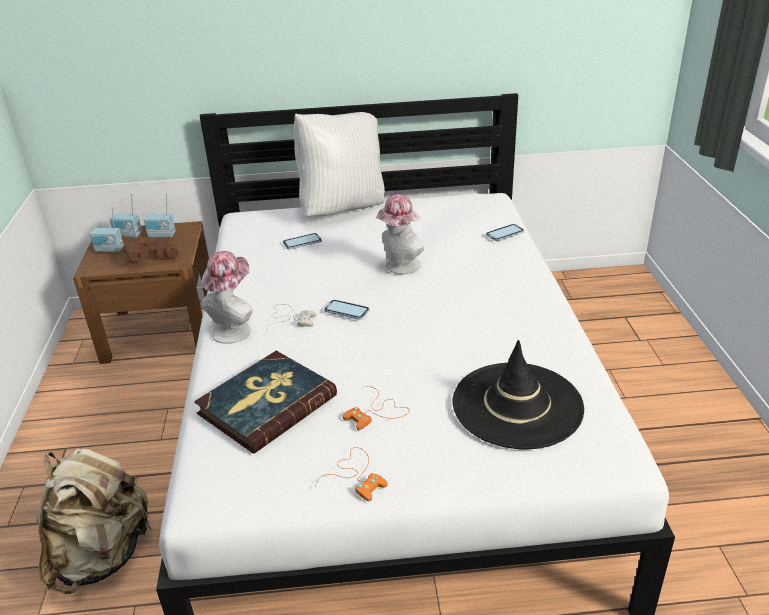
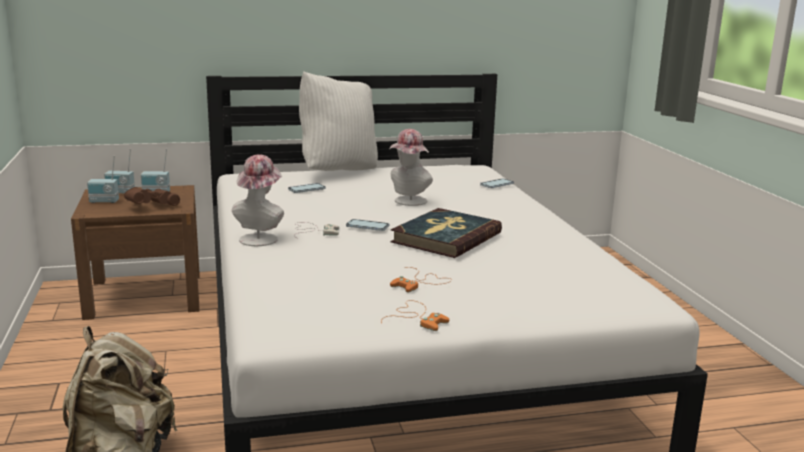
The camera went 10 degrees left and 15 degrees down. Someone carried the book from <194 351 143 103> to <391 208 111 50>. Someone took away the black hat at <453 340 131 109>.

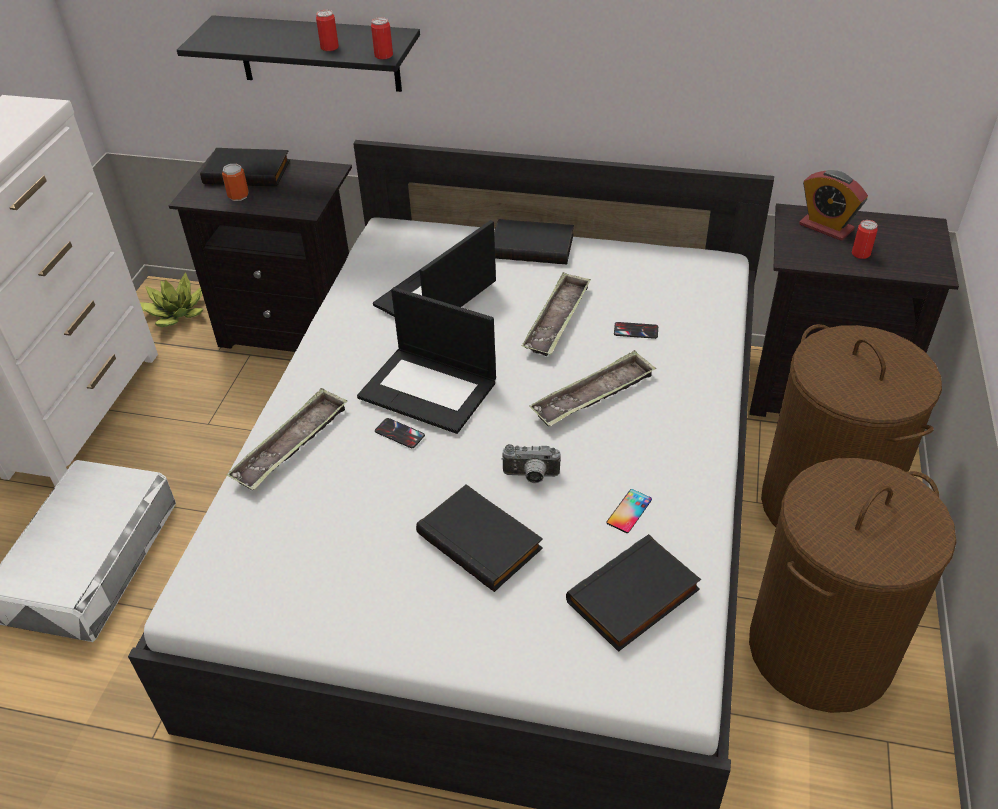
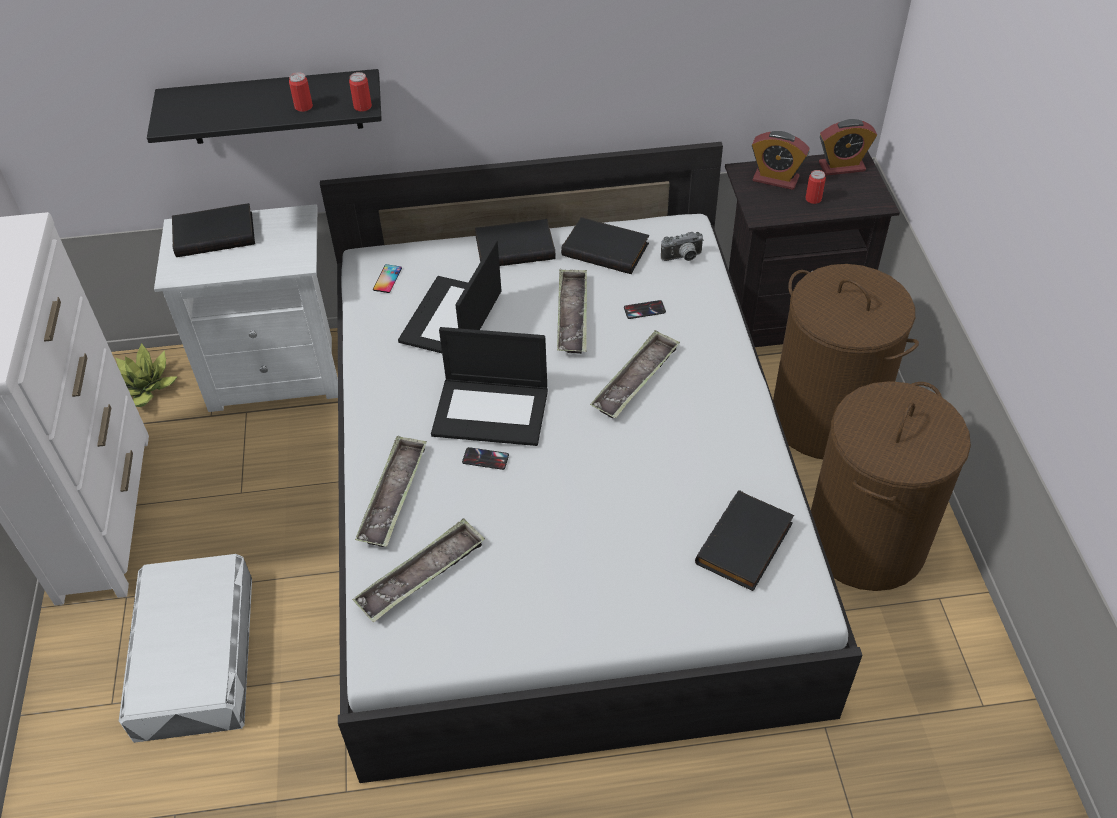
The camera went 20 degrees left and 5 degrees up. Someone repainted the black nightstand at <169 153 183 199>, which became the white nightstand at <154 204 184 208>. Someone took away the can at <222 164 27 37>. Someone carried the black book from <416 484 127 108> to <561 217 88 57>. Someone carried the photo camera from <501 444 60 39> to <661 232 43 29>. Someone carried the phone from <606 489 46 44> to <373 264 29 29>. Someone put down the tray at <352 518 133 105>. Someone put down the alarm clock at <819 119 58 57>.

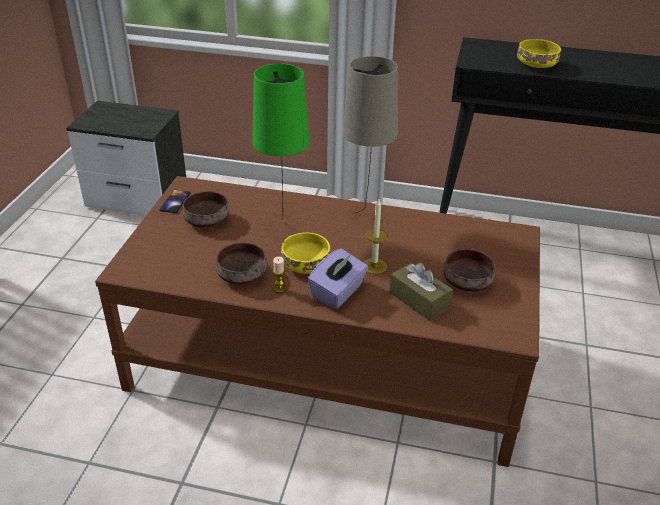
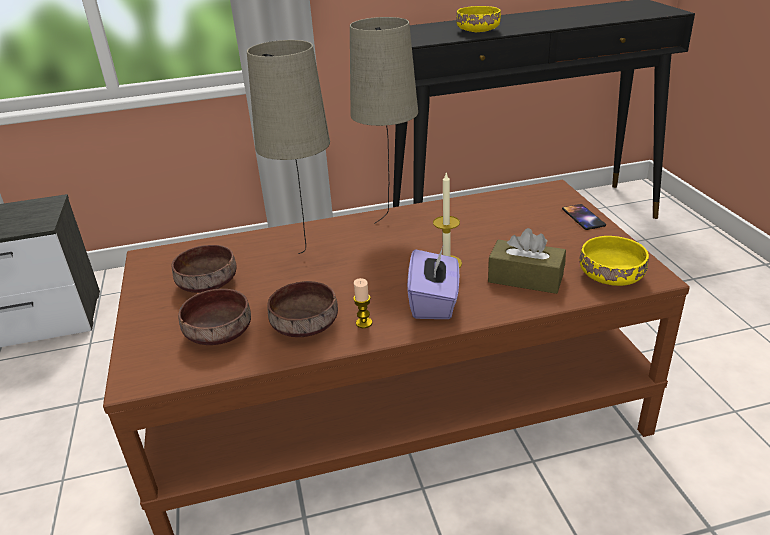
The camera went 25 degrees left and 5 degrees down. Someone carried the phone from <160 190 31 23> to <562 204 44 26>. Someone repainted the green table lamp at <252 64 57 156>, which became the beige table lamp at <247 40 83 214>. Someone carried the yellow bowl from <281 232 50 42> to <579 236 70 50>. Someone carried the brown bowl from <443 249 53 43> to <178 289 73 56>.

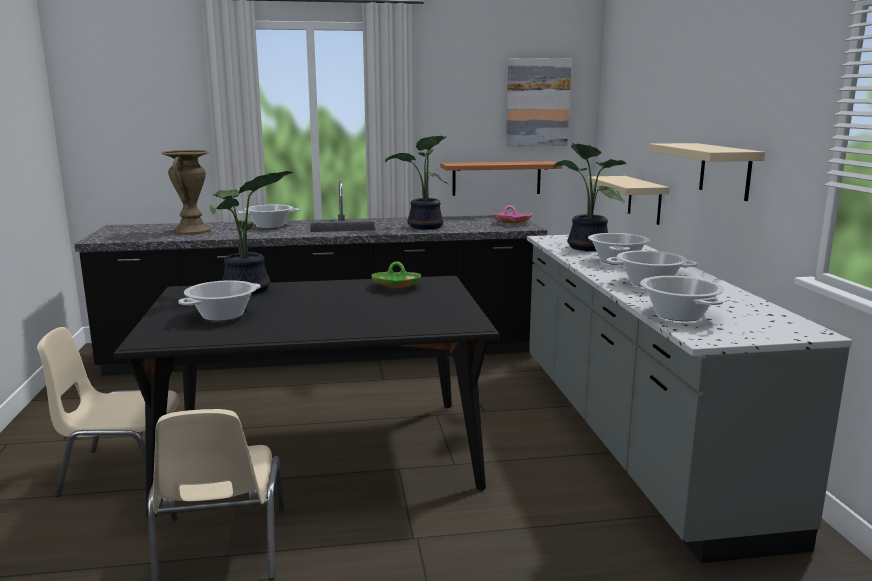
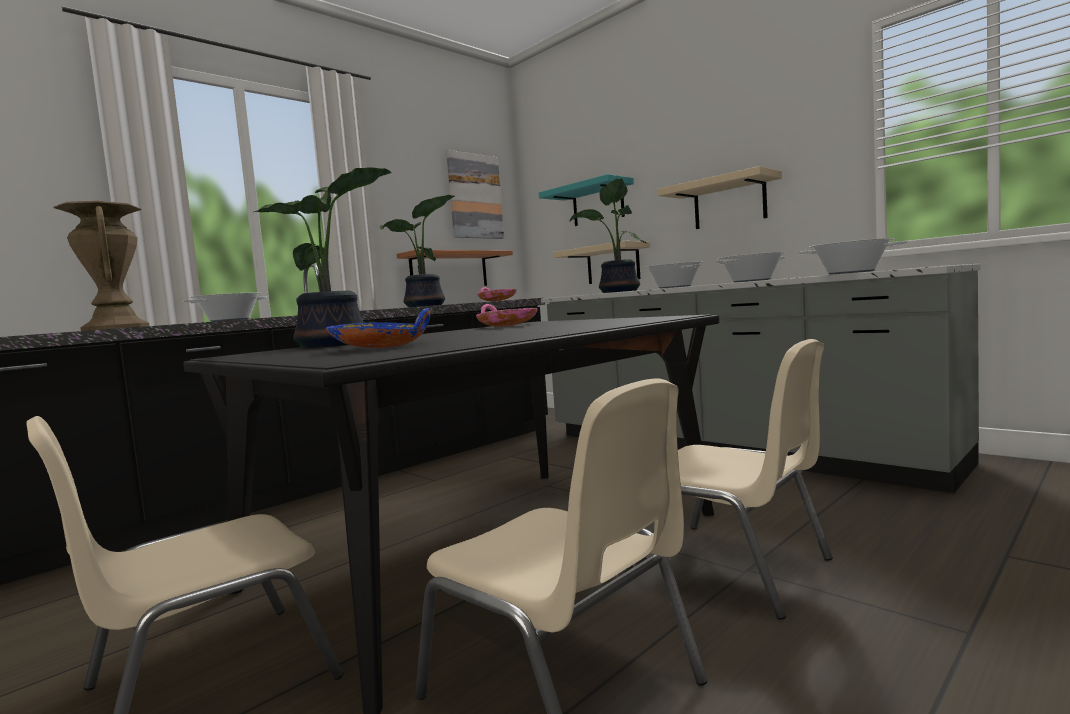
The camera went 35 degrees left and 10 degrees down. Someone swapped the cooking pot at <178 280 83 41> for the blue bowl at <326 308 104 40>. Someone repainted the green bowl at <371 261 50 27>, which became the pink bowl at <476 304 62 23>. Someone put up the turquoise shelf at <539 174 95 52>. Someone put down the beige chair at <623 339 210 281>.

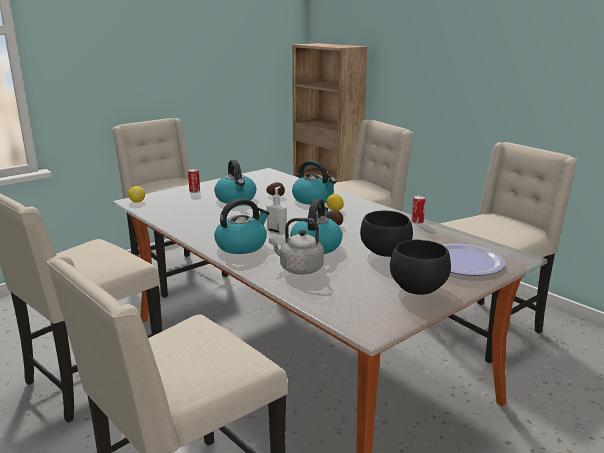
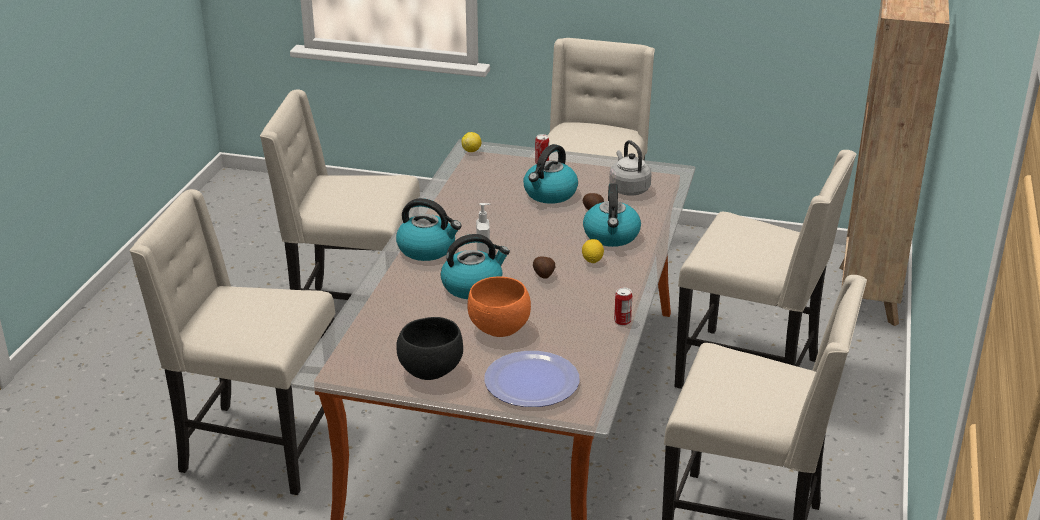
The camera went 55 degrees right and 10 degrees up. Someone carried the grey kettle from <269 218 55 57> to <609 140 43 56>. Someone repainted the black bowl at <360 211 53 46>, which became the orange bowl at <468 277 63 60>.

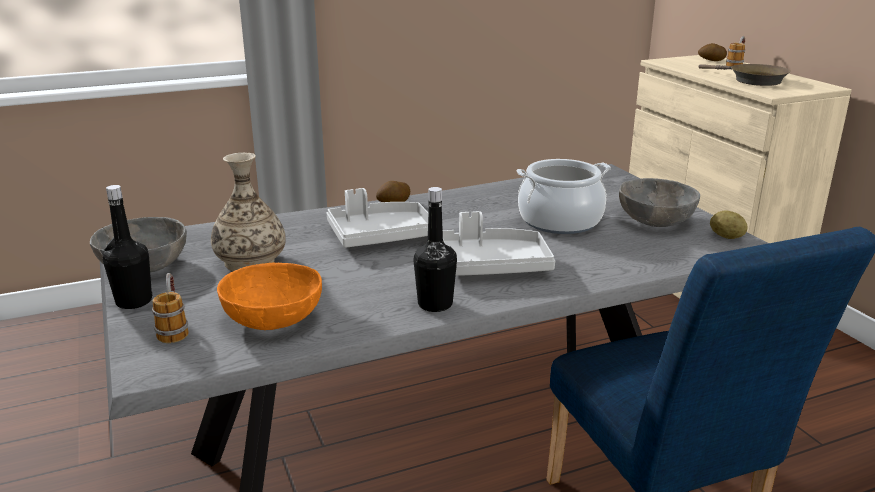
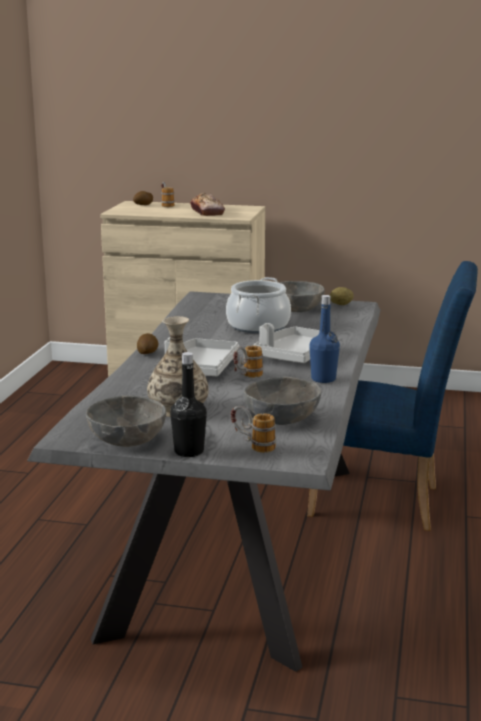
The camera went 55 degrees left and 5 degrees down. Someone repainted the orange bowl at <217 262 105 68>, which became the grey bowl at <244 377 77 48>. Someone repainted the black bottle at <414 187 43 125>, which became the blue bottle at <309 295 31 88>. Someone swapped the brown frying pan at <699 64 92 22> for the bread at <190 193 35 23>. Someone put down the mug at <233 346 30 32>.

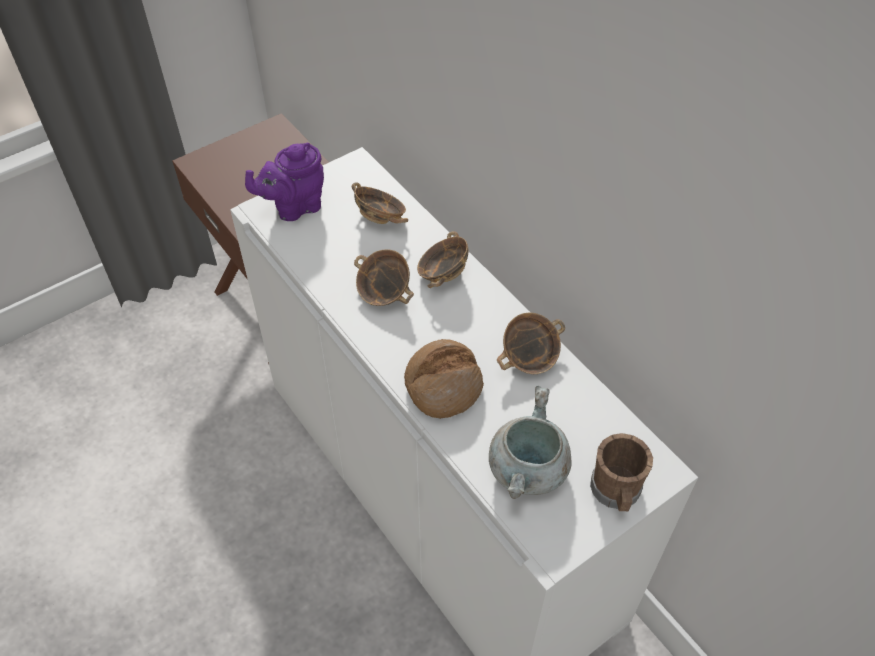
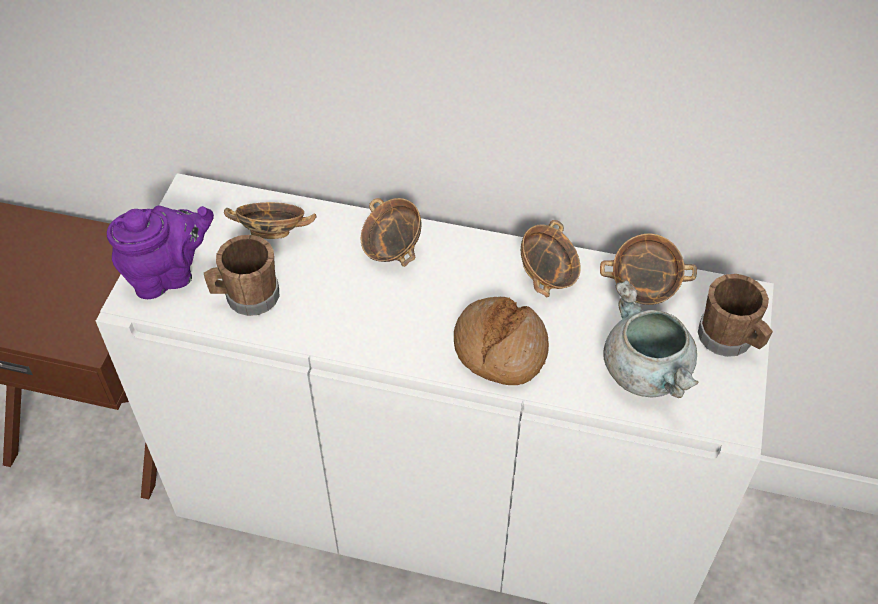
The camera went 40 degrees left and 0 degrees up. Someone rotated the purple teapot at <245 143 79 78> by 135 degrees counterclockwise. Someone carried the bowl from <354 249 60 57> to <600 234 97 71>. Someone put down the brown mug at <204 235 75 81>.

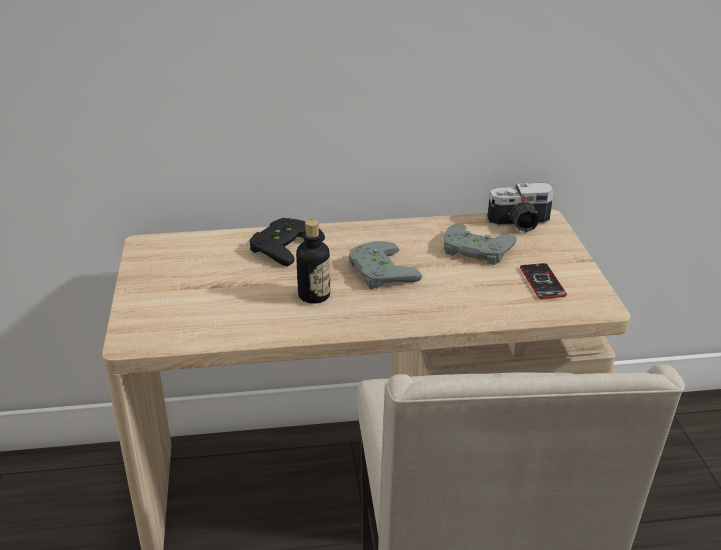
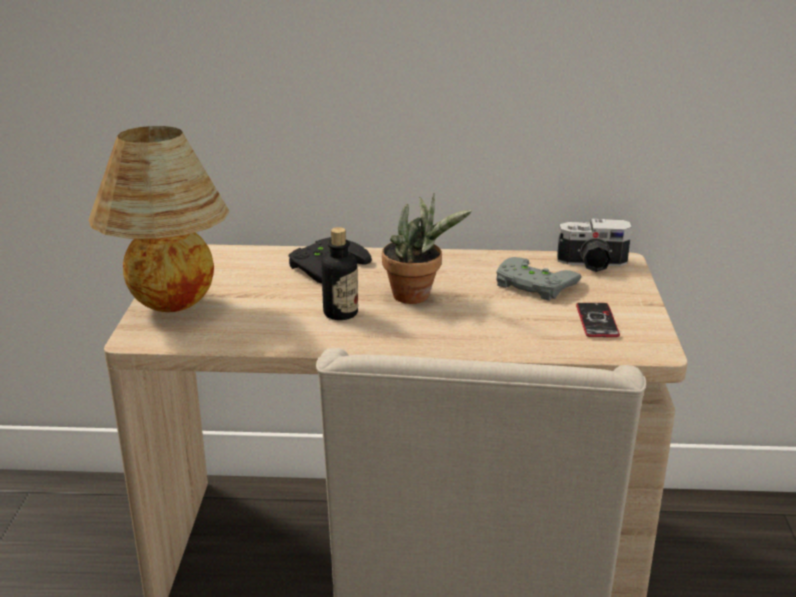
The camera went 10 degrees right and 5 degrees down. Someone swapped the grey game controller at <349 241 73 48> for the potted plant at <382 192 90 112>. Someone put down the table lamp at <89 126 141 186>.

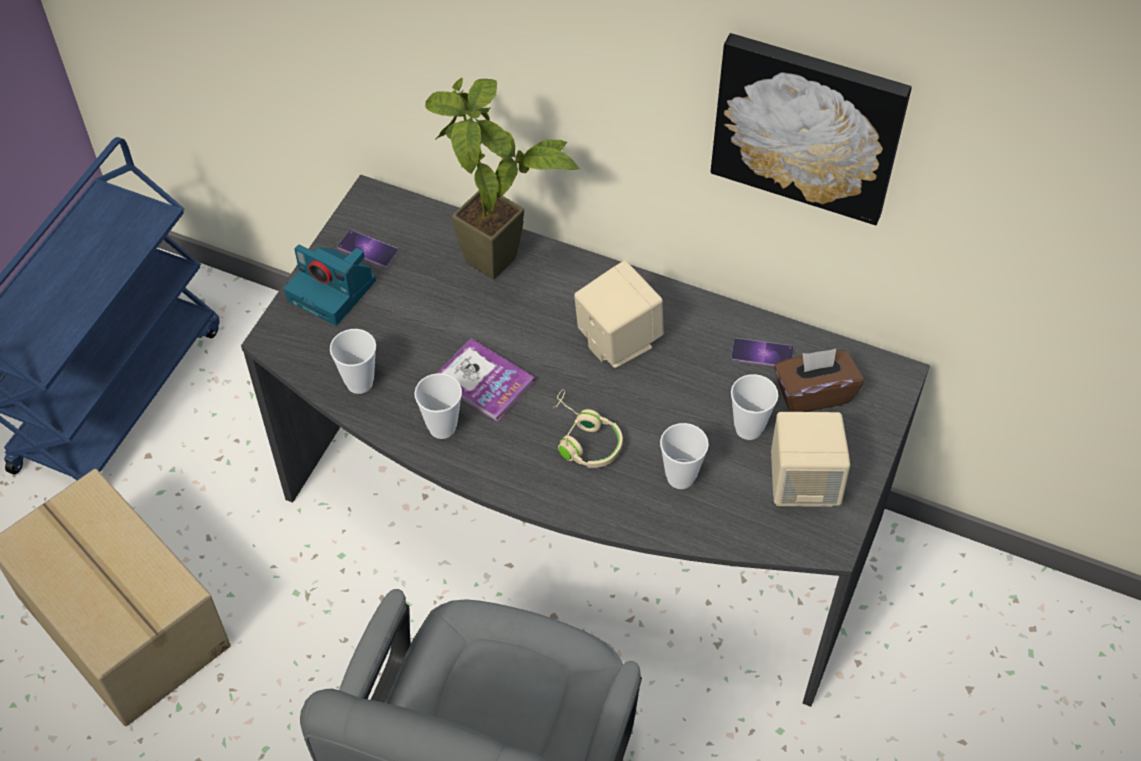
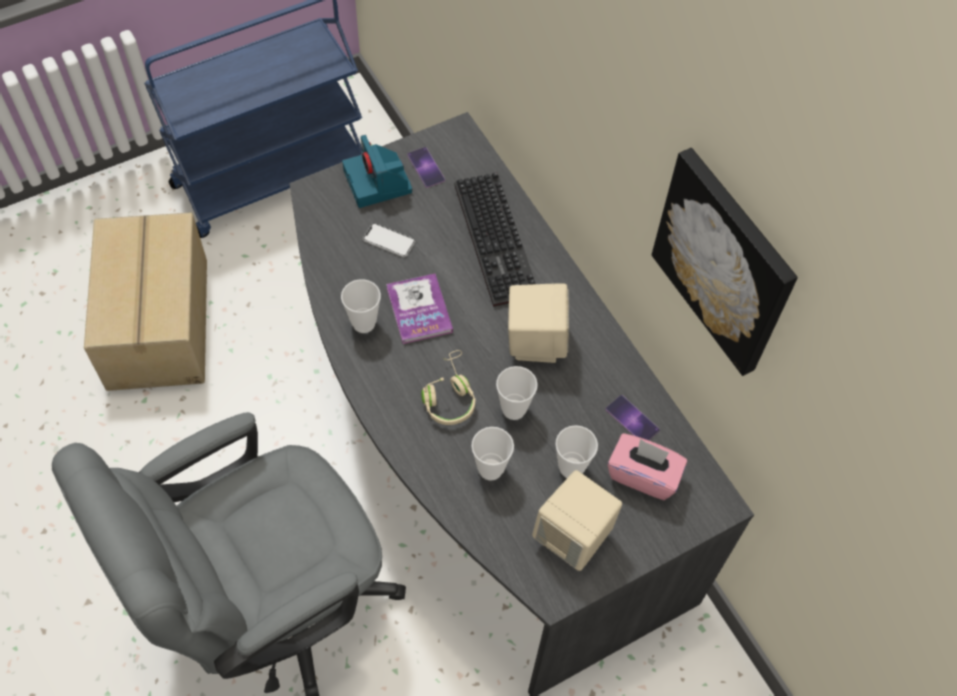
The camera went 35 degrees right and 5 degrees up. Someone carried the cup from <330 329 46 65> to <496 366 42 54>. Someone swapped the potted plant at <425 78 155 201> for the keyboard at <455 172 81 135>. Someone repainted the brown tissue box at <774 349 90 63>, which became the pink tissue box at <608 433 79 67>. Someone put down the phone at <363 223 52 34>.

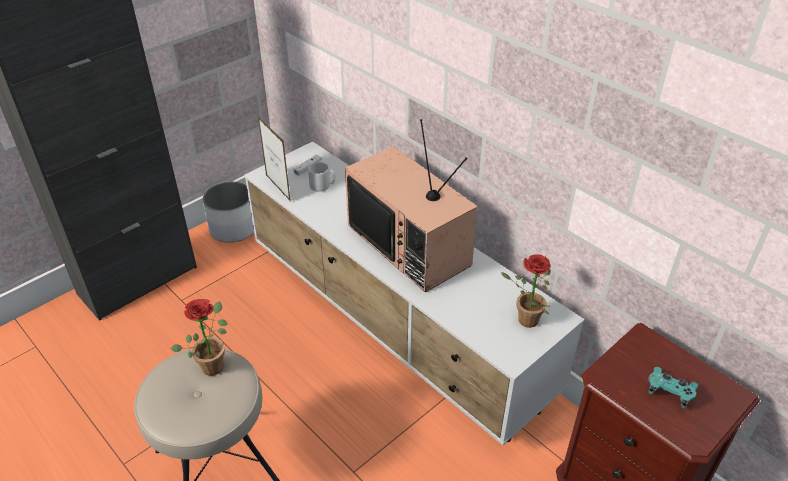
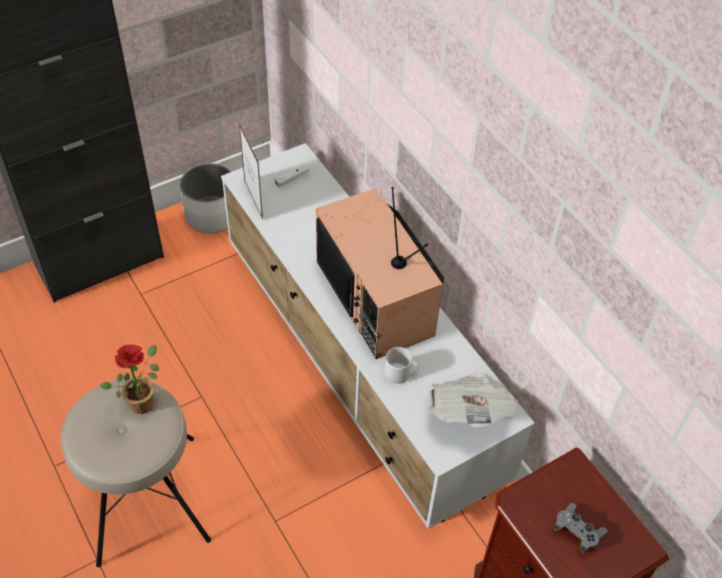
The camera went 10 degrees right and 10 degrees up. Someone carried the grey mug from <308 162 27 30> to <384 347 35 37>. Someone swapped the potted plant at <501 254 50 74> for the newspaper at <429 373 89 55>. Someone repainted the turquoise game controller at <648 367 50 41>, which became the grey game controller at <554 503 54 50>.

